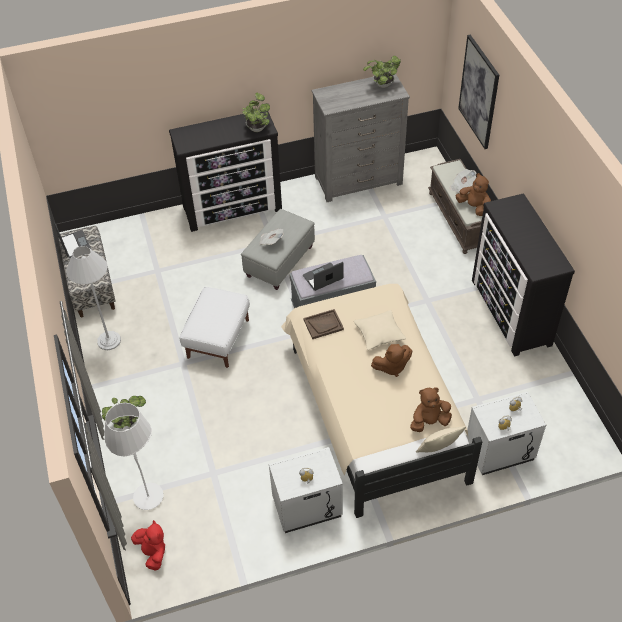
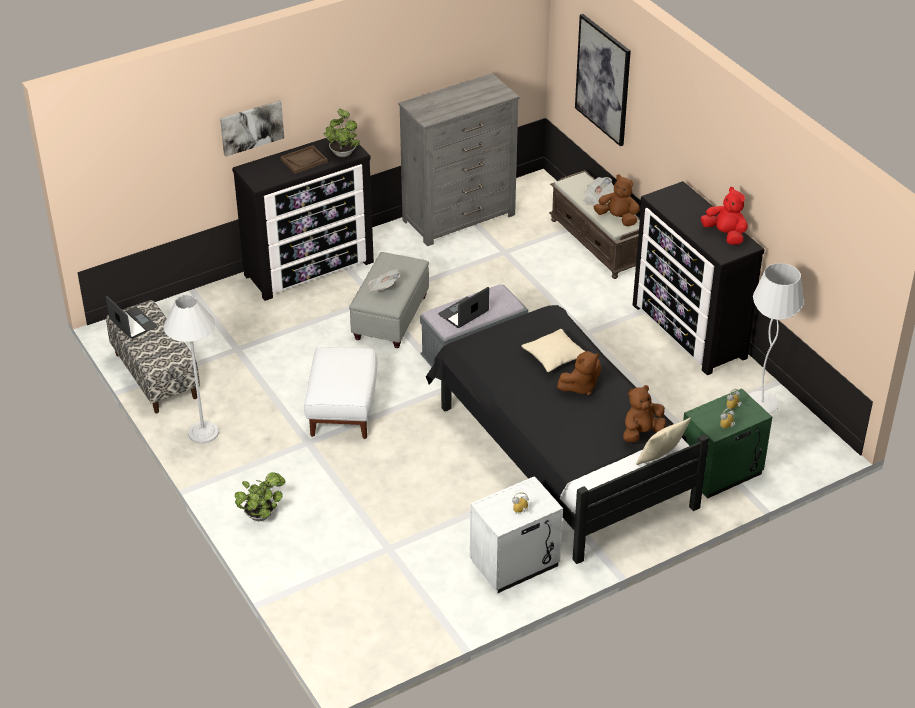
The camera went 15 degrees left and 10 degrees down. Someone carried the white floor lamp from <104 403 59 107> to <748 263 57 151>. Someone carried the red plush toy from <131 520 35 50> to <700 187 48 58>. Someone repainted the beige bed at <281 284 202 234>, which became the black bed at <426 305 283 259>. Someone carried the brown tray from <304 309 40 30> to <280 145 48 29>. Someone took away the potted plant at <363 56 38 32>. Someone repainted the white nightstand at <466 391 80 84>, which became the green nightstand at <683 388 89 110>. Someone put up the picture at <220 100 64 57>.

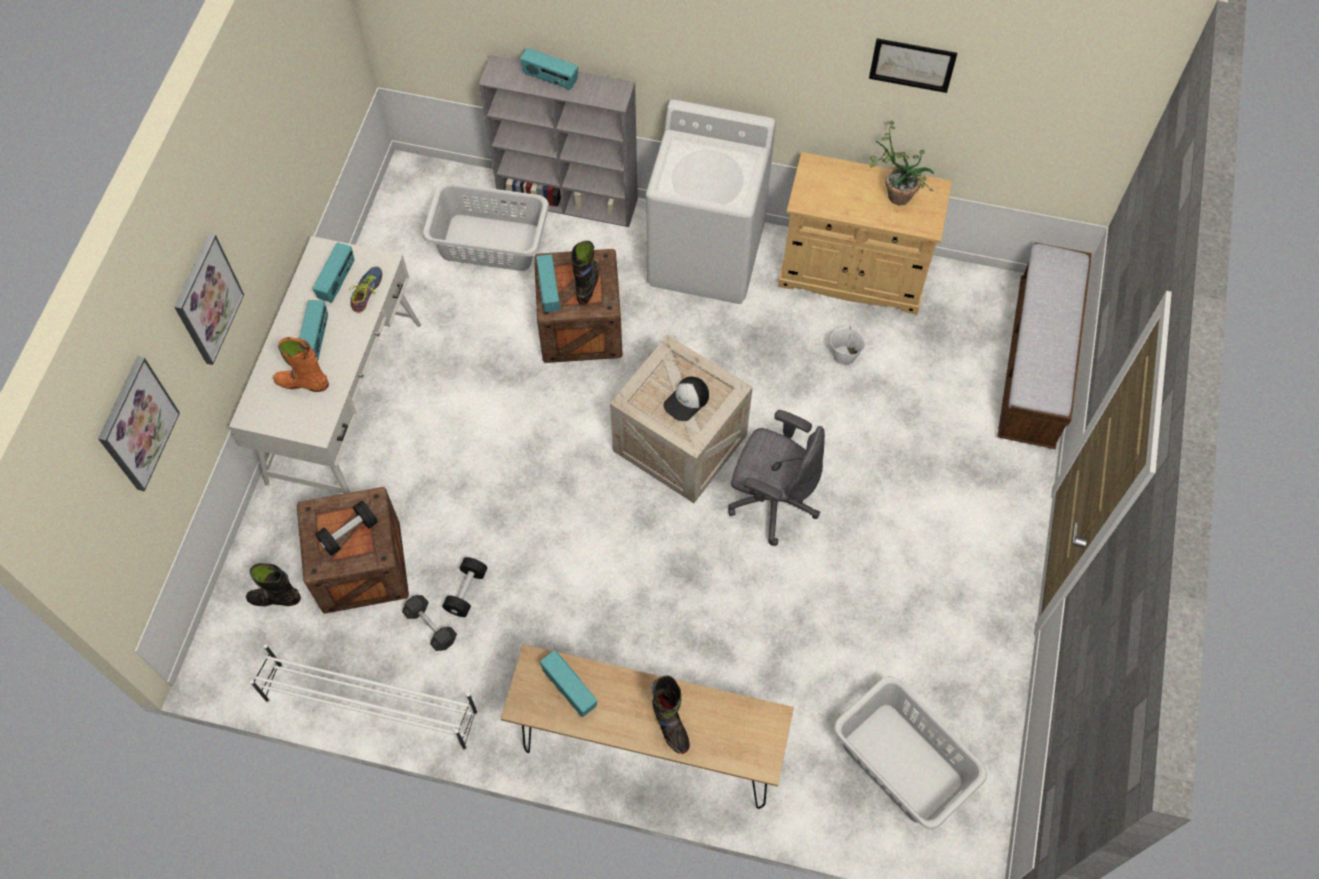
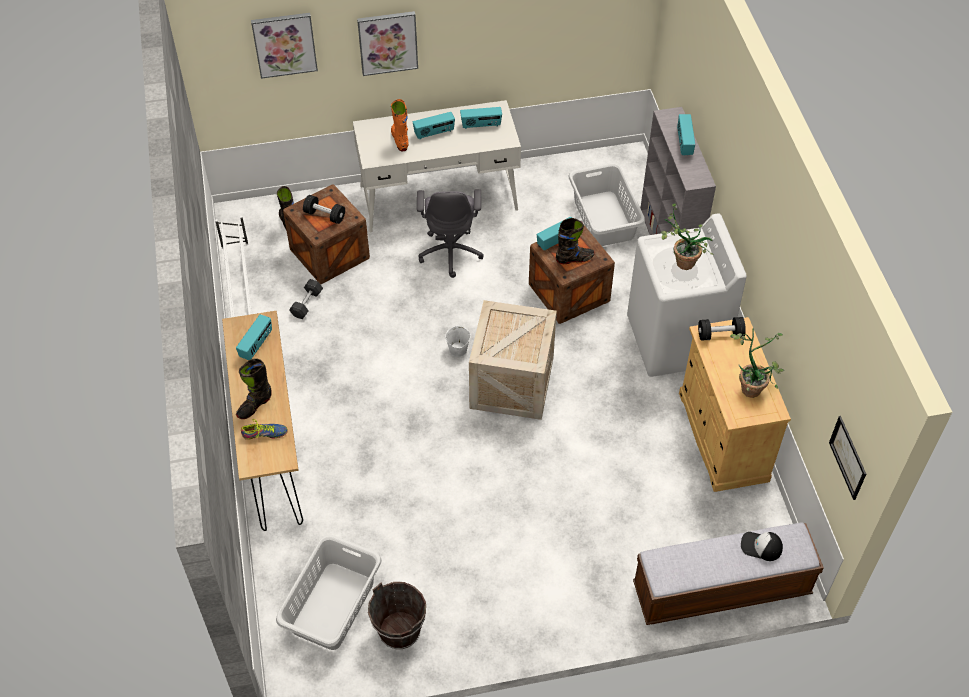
The camera went 65 degrees right and 10 degrees down. Someone carried the shoe from <349 267 33 45> to <241 419 47 21>. Someone carried the black dumbbell from <442 557 46 60> to <698 317 48 24>. Someone carried the cap from <663 377 46 44> to <741 532 42 29>. Someone carried the grey office chair from <728 410 97 136> to <417 189 67 89>. Someone carried the white bucket from <830 326 36 39> to <445 326 26 31>. Someone carried the picture from <869 38 88 55> to <829 416 37 84>. Someone put down the brown bucket at <368 582 58 67>. Someone put down the potted plant at <661 203 53 67>.

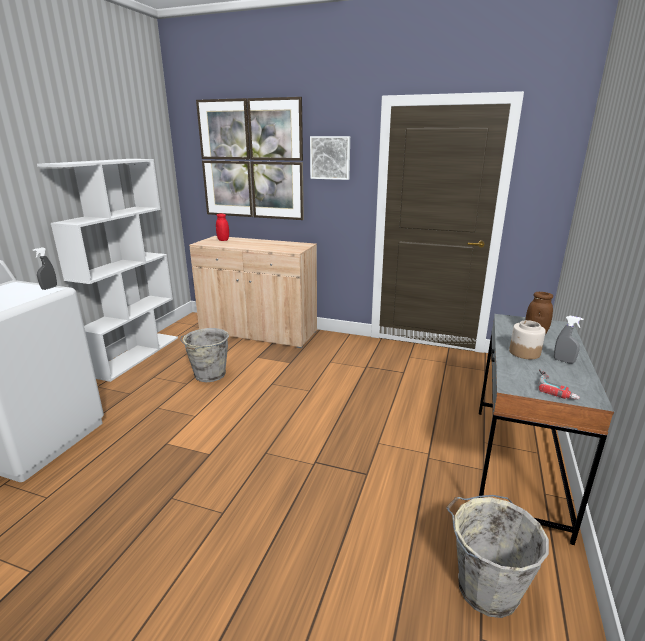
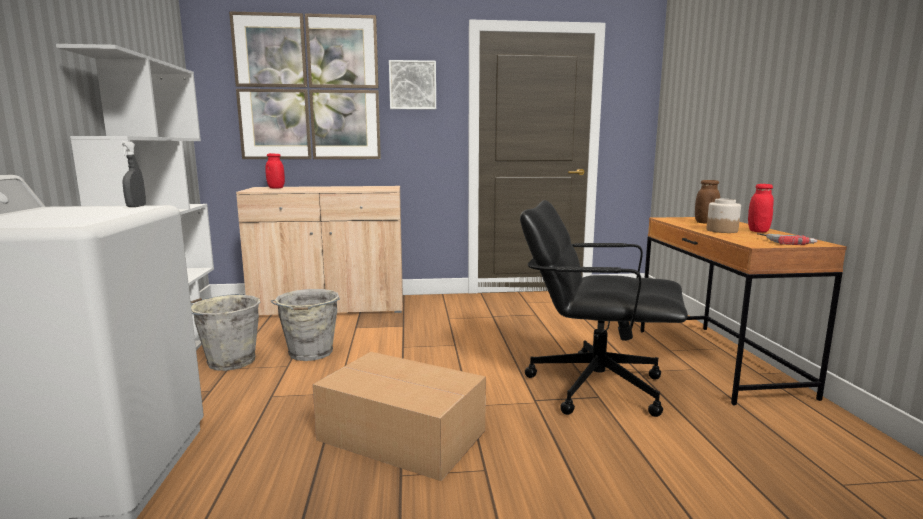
The camera went 25 degrees left and 10 degrees down. Someone carried the grey bucket from <446 495 103 123> to <191 294 69 77>. Someone repainted the grey desk at <479 314 135 231>, which became the brown desk at <640 217 207 189>. Someone swapped the grey spray bottle at <554 316 29 48> for the red jar at <748 184 26 48>. Someone put down the cardboard box at <313 352 173 129>. Someone put down the black office chair at <520 200 168 217>.

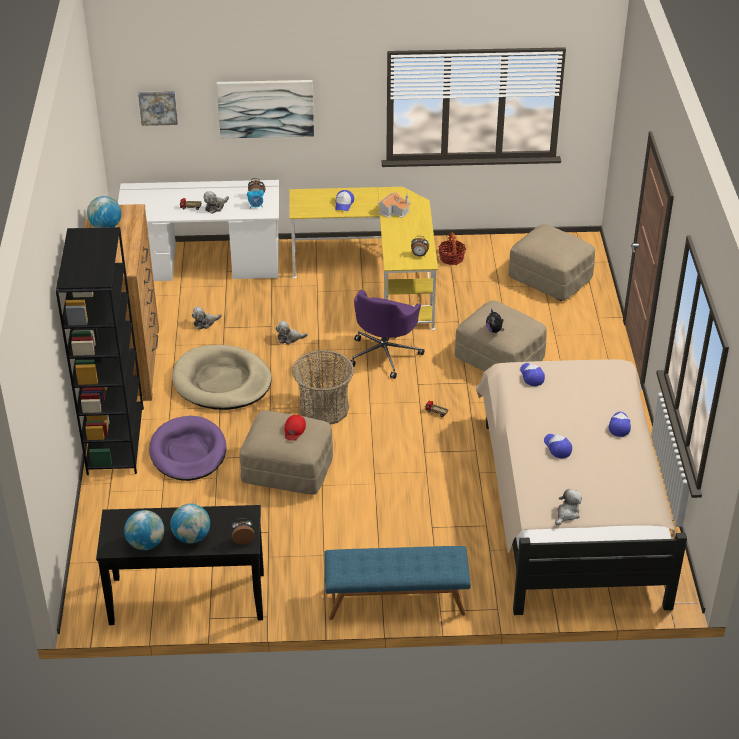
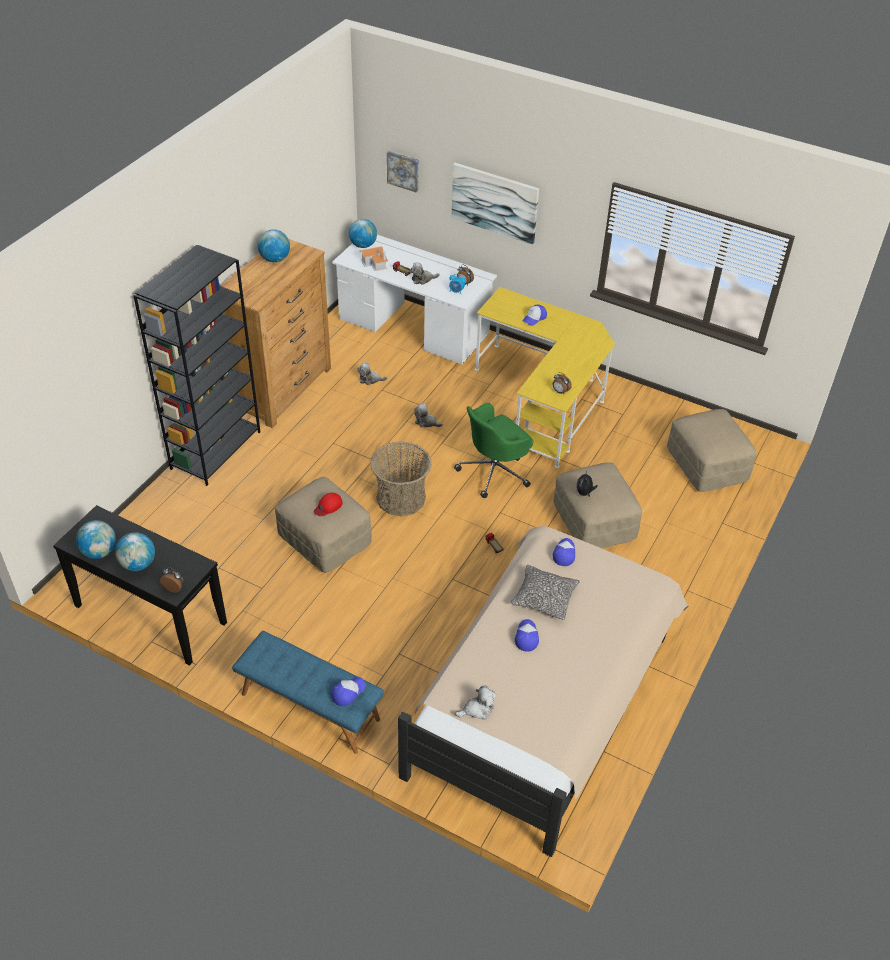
The camera went 30 degrees right and 5 degrees up. Someone took away the purple dog bed at <149 416 77 65>. Someone took away the beige dog bed at <172 345 100 65>. Someone repainted the purple office chair at <351 290 73 89>, which became the green office chair at <454 403 79 95>. Someone carried the toy house from <377 192 35 26> to <360 246 28 25>. Someone took away the basket at <438 232 28 33>. Someone carried the cap from <609 412 22 25> to <332 677 33 29>. Someone put down the globe at <349 219 28 29>. Someone put down the pillow at <511 565 69 55>.

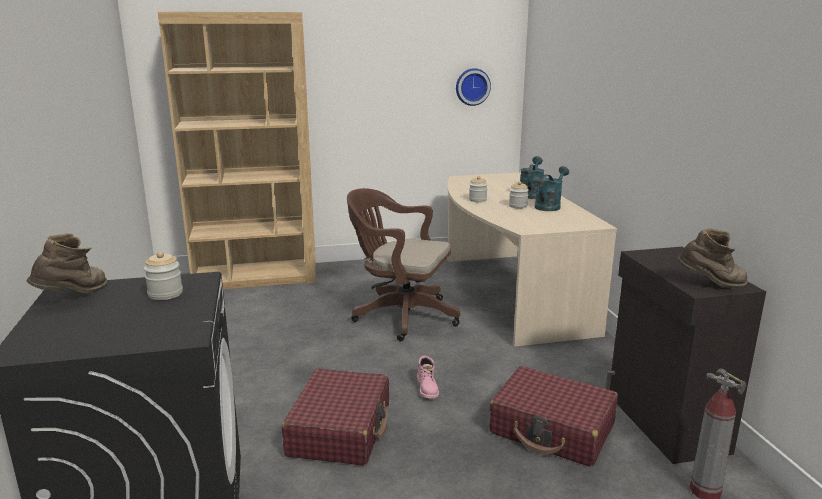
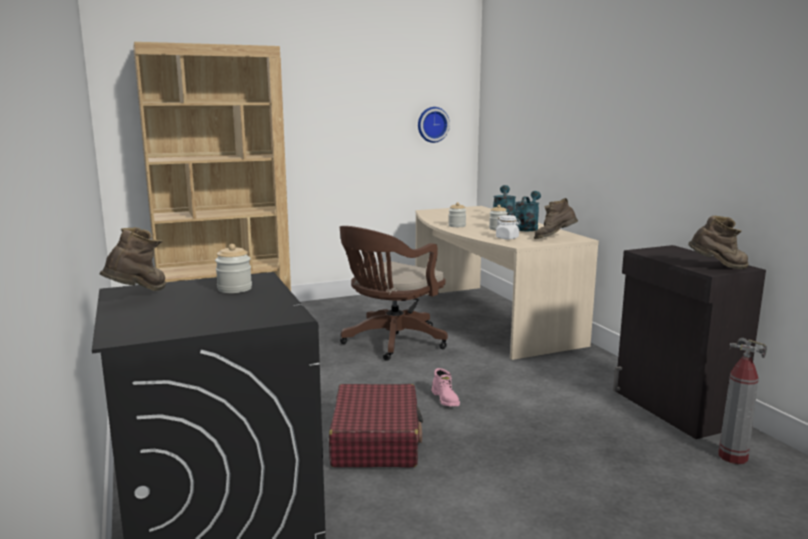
The camera went 10 degrees left and 5 degrees down. Someone rotated the brown office chair at <347 188 113 153> by 60 degrees counterclockwise. Someone took away the red suitcase at <489 366 129 101>. Someone put down the white jar at <496 215 24 24>. Someone put down the brown boot at <534 198 44 41>.

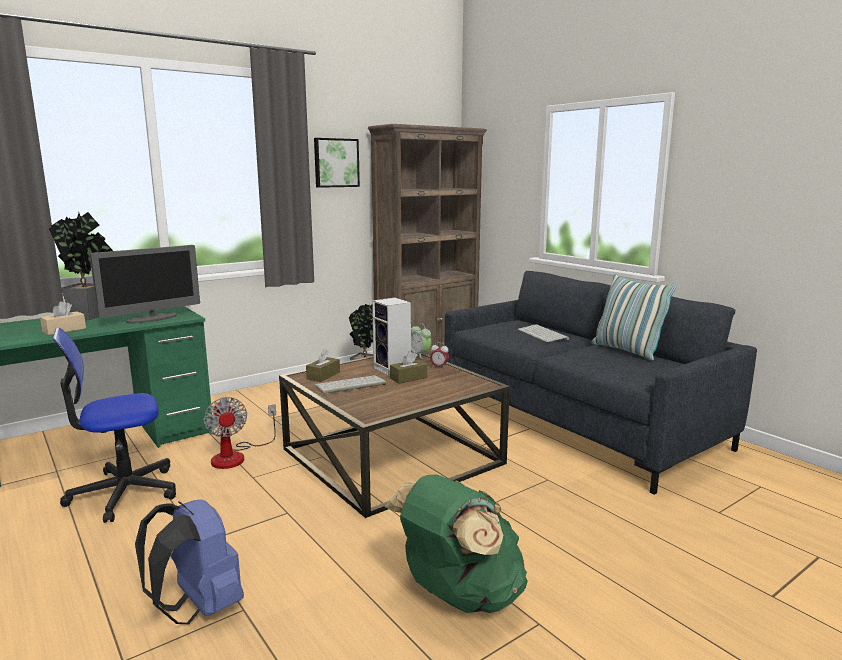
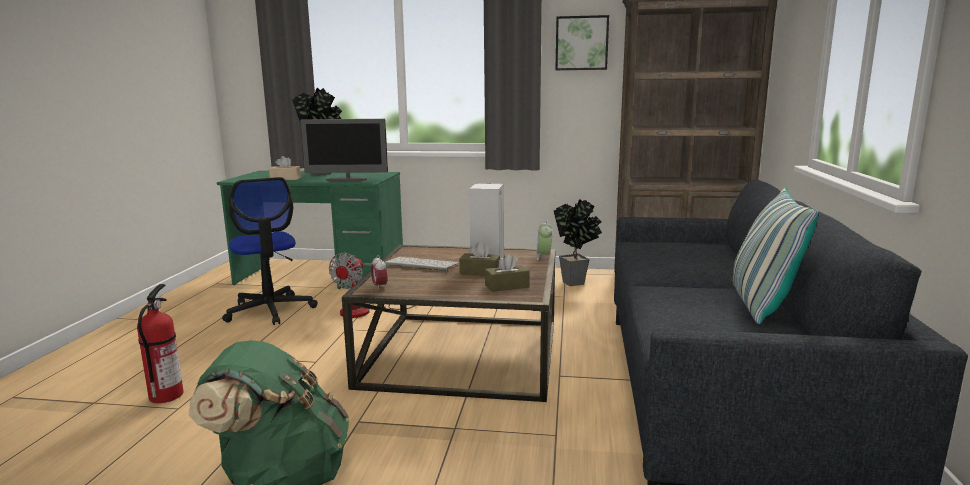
The camera went 45 degrees right and 0 degrees up. Someone rotated the office chair at <53 327 123 196> by 135 degrees counterclockwise. Someone swapped the blue backpack at <135 500 109 124> for the fire extinguisher at <137 284 47 119>. Someone carried the brown tissue box from <306 349 34 33> to <485 254 45 38>. Someone carried the alarm clock from <430 342 19 27> to <371 255 16 35>. Someone took away the keyboard at <518 324 51 18>.

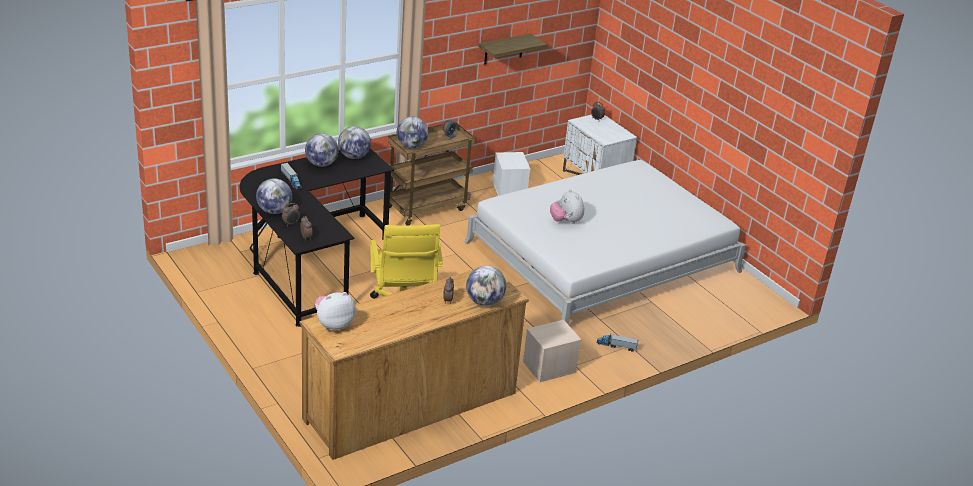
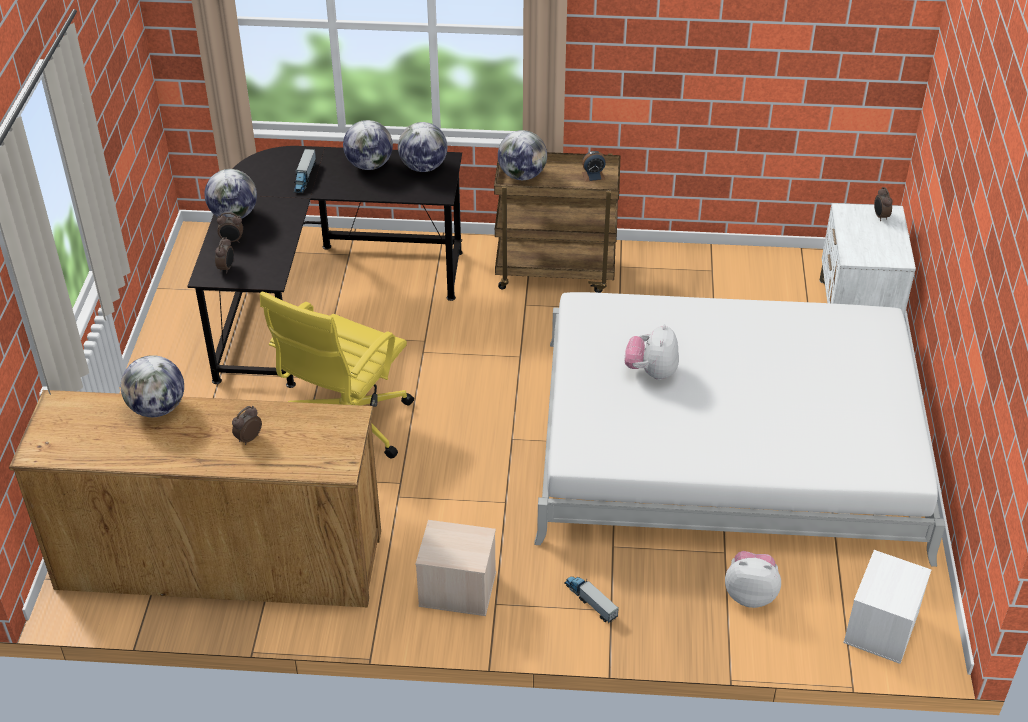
The camera went 40 degrees right and 10 degrees up. Someone carried the plush toy from <315 292 41 39> to <725 551 56 57>. Someone carried the globe from <466 266 40 40> to <121 355 63 62>. Someone took away the shelf at <478 34 69 31>. Someone carried the white storage box from <493 152 37 44> to <843 550 88 114>.

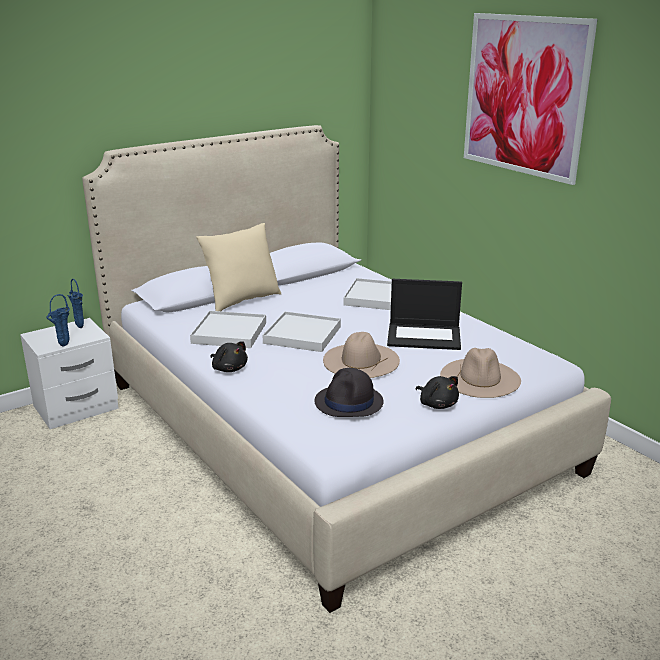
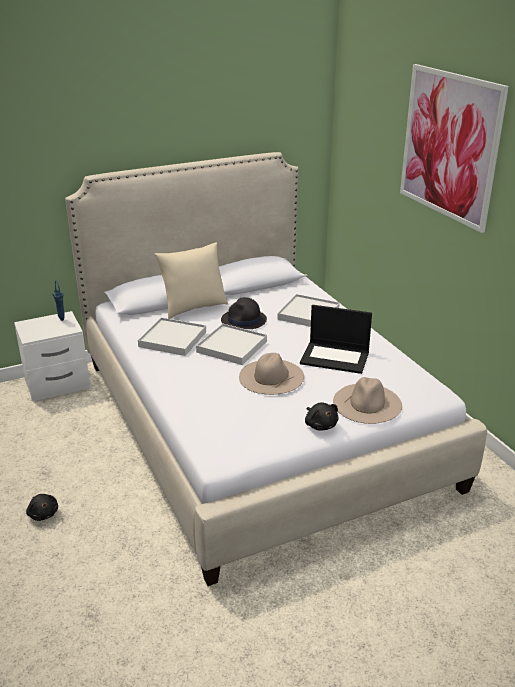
The camera went 10 degrees right and 5 degrees up. Someone took away the blue vase at <46 294 24 53>. Someone carried the black plush toy from <211 341 37 31> to <26 494 32 27>. Someone carried the black hat from <314 368 70 49> to <221 297 46 32>.

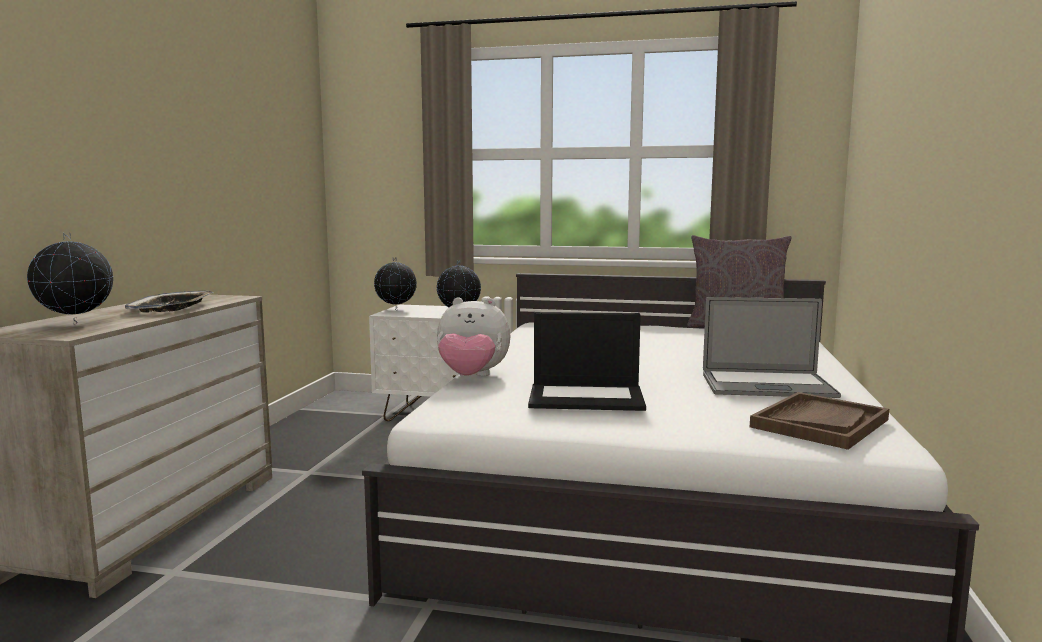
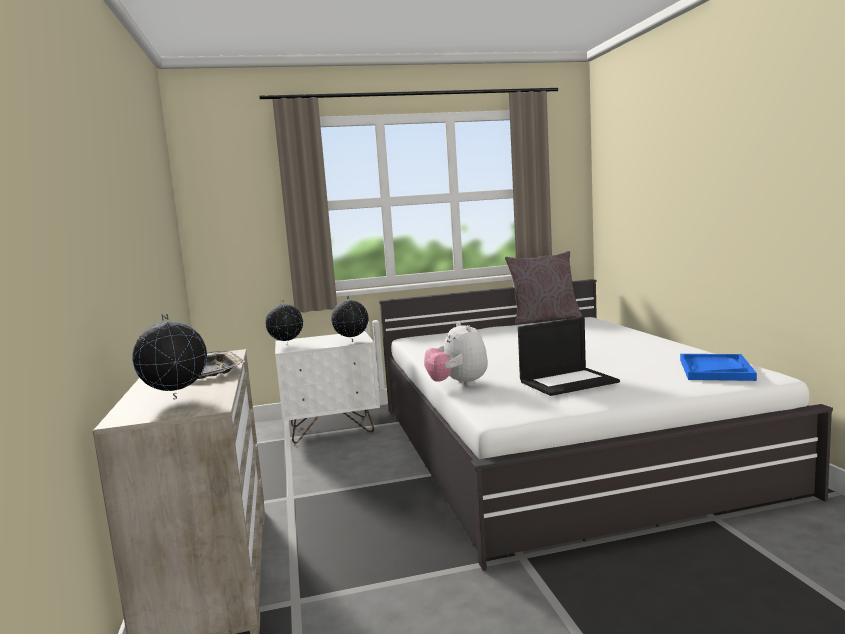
The camera went 25 degrees left and 0 degrees up. Someone rotated the plush toy at <437 297 73 79> by 90 degrees clockwise. Someone took away the laptop at <703 297 138 101>. Someone repainted the brown tray at <750 392 139 58>, which became the blue tray at <680 354 77 27>.

